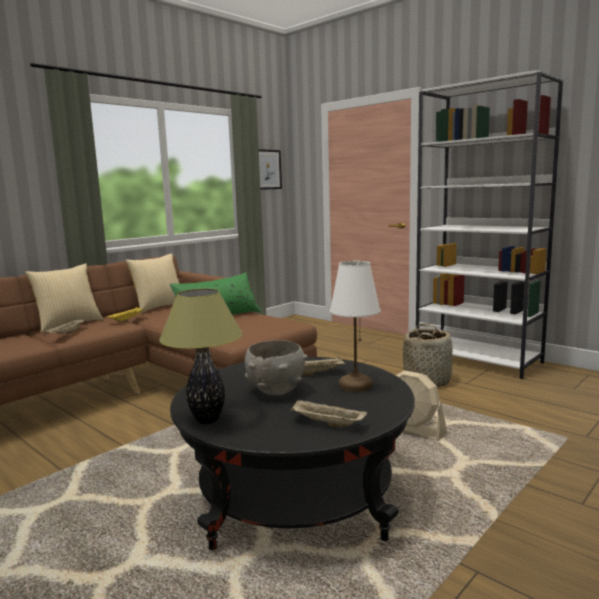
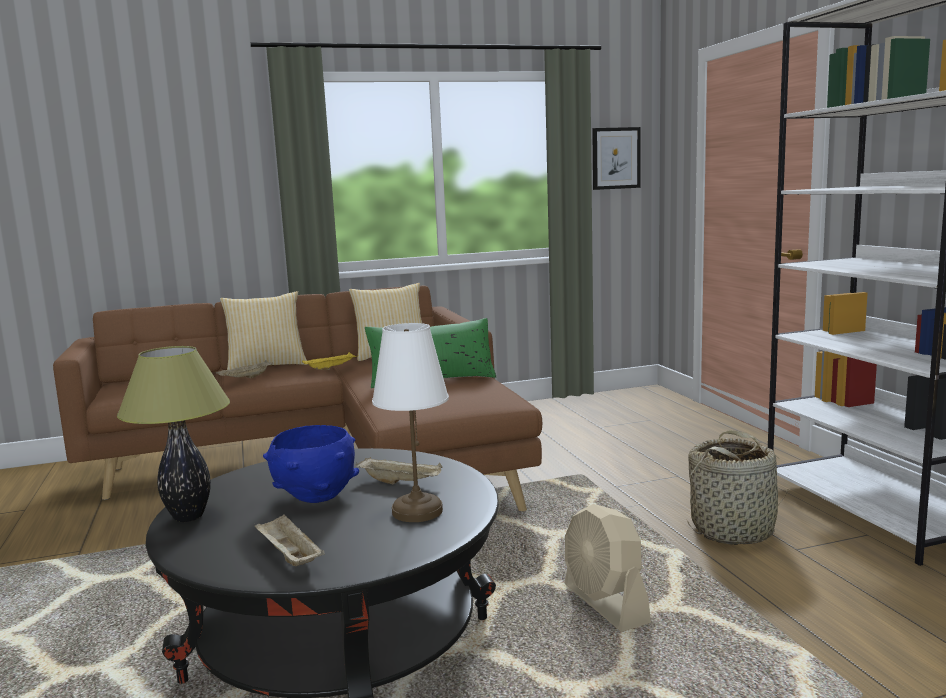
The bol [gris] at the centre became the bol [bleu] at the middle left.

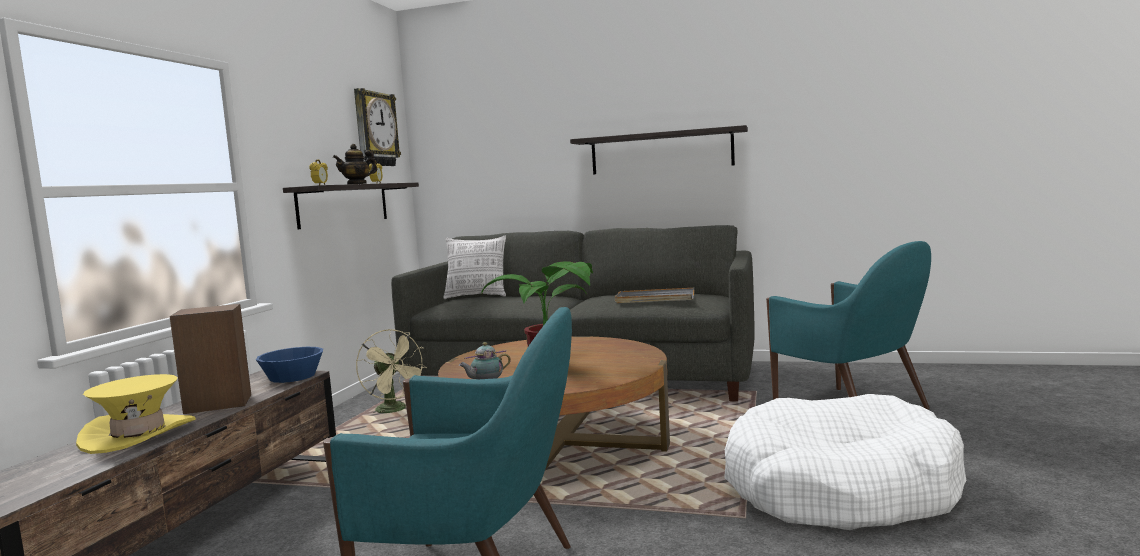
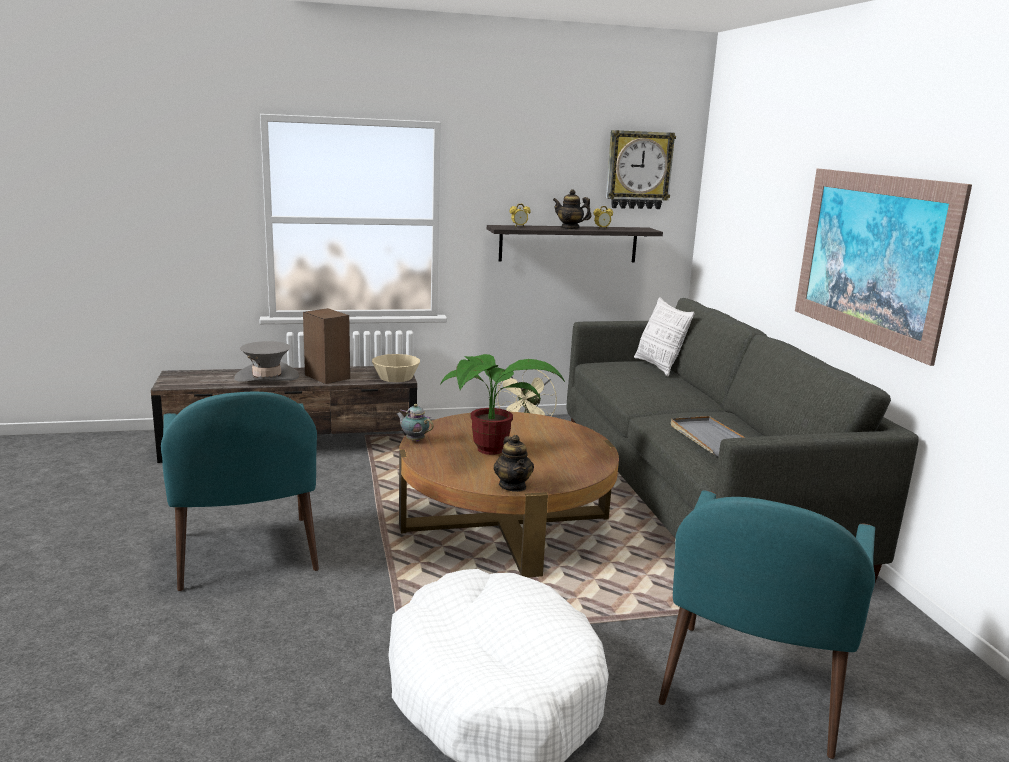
The chapeau [jaune] at the bottom left became the chapeau [gris] at the middle left.
The bol [bleu] at the middle left became the bol [beige] at the centre.
The théière (2nd from left) at the centre appeared.
The étagère (2nd from left) at the top centre was replaced by the tableau at the middle right.

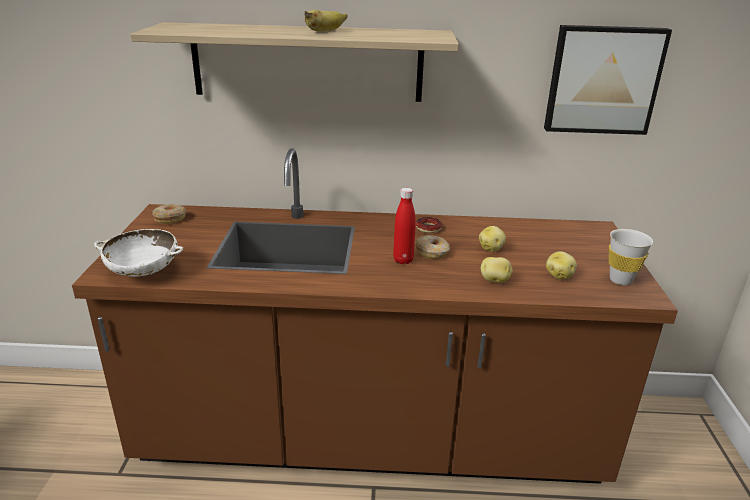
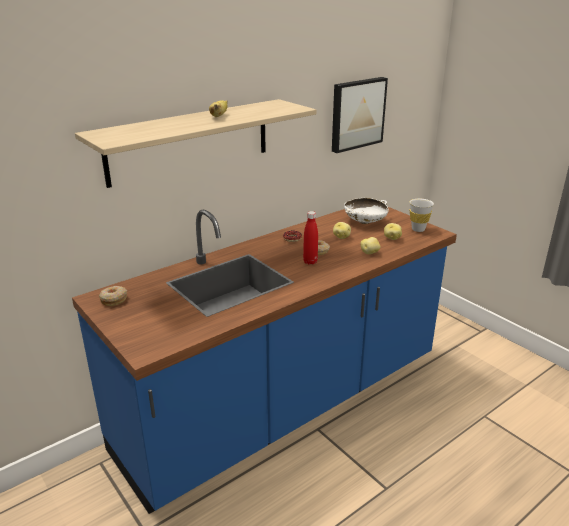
The comptoir de cuisine [marron] at the centre became the comptoir de cuisine [bleu] at the bottom centre.
The bol [blanc] moved from the middle left to the centre.

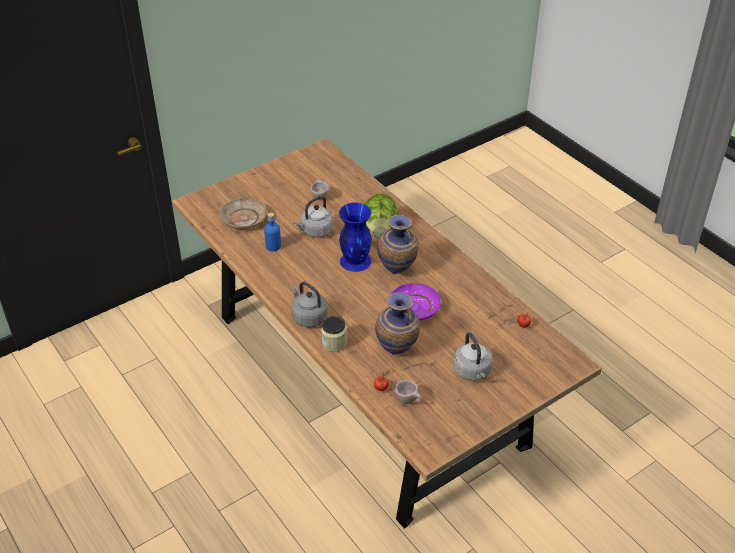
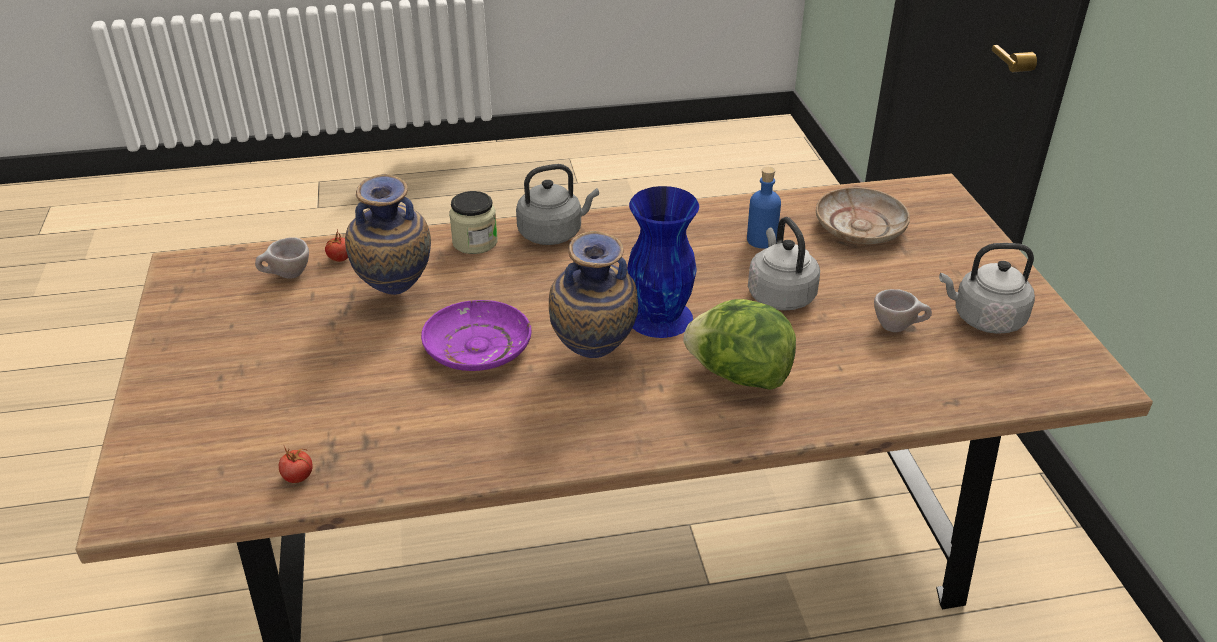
The bouilloire [gris] (3rd from left) moved from the centre to the middle right.

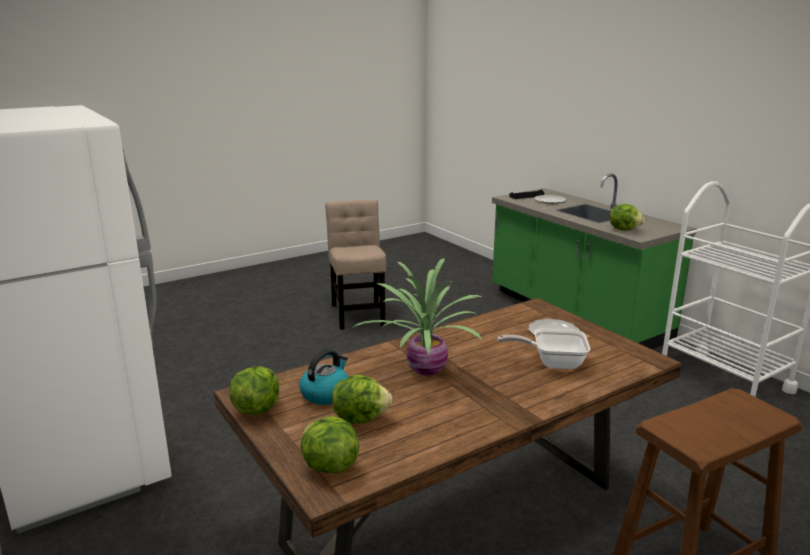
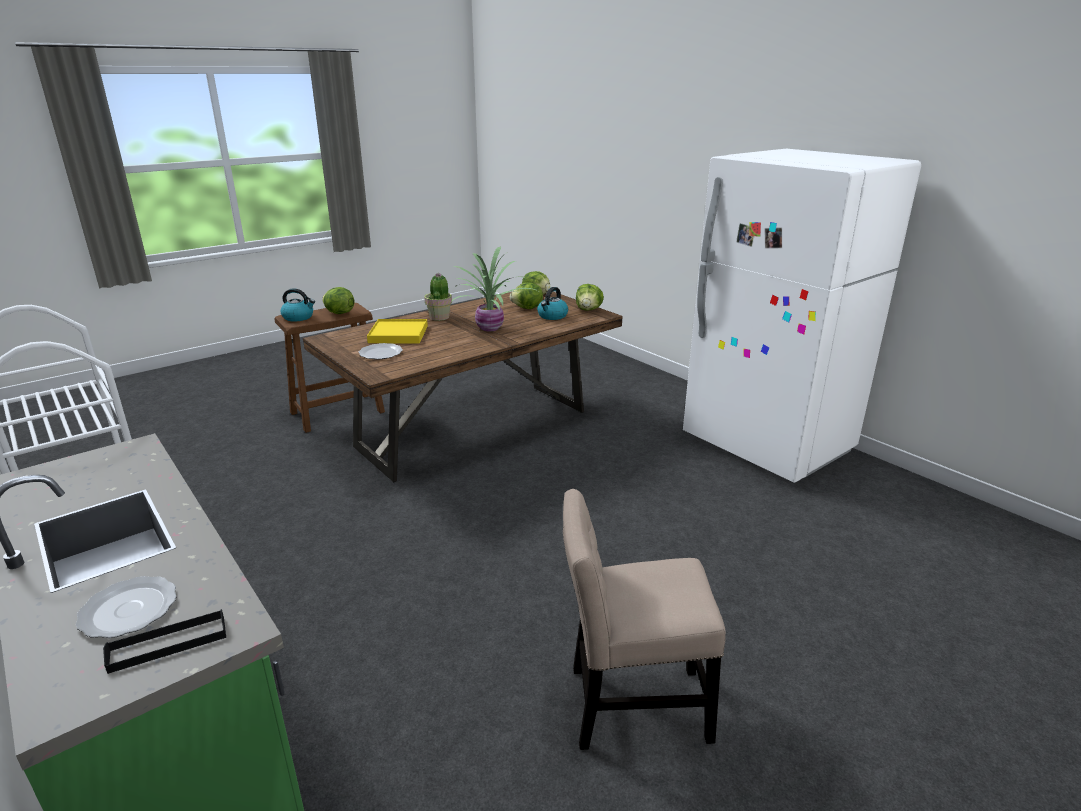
The bouilloire (1st from left) at the middle left appeared.
The laitue (4th from left in the first image) moved from the middle right to the middle left.
The poêle at the middle right was replaced by the plateau [jaune] at the centre.
The plante en pot (1st from left) at the centre appeared.
The chaise [beige] at the centre turned 105 degrees clockwise.

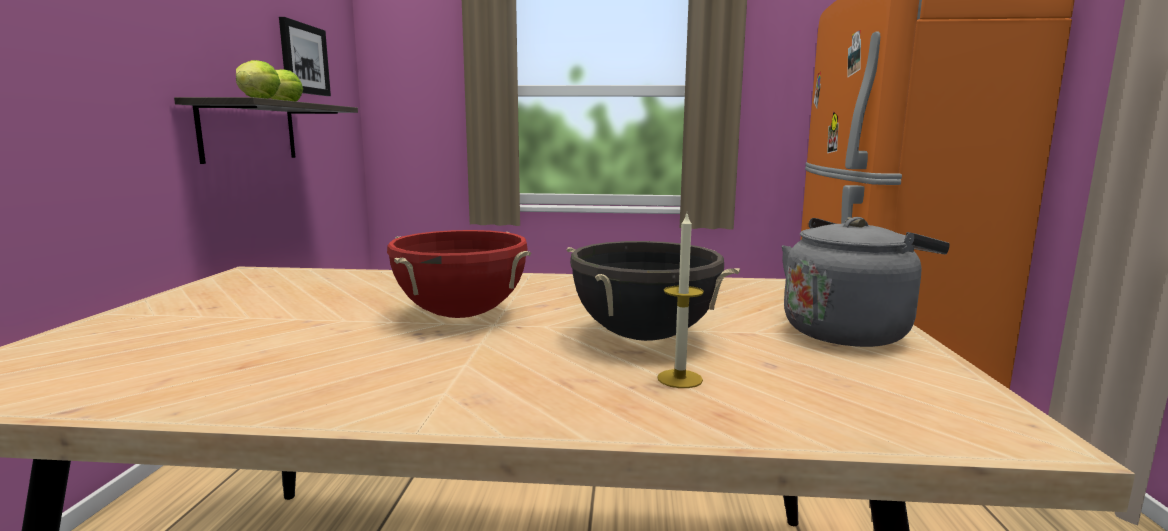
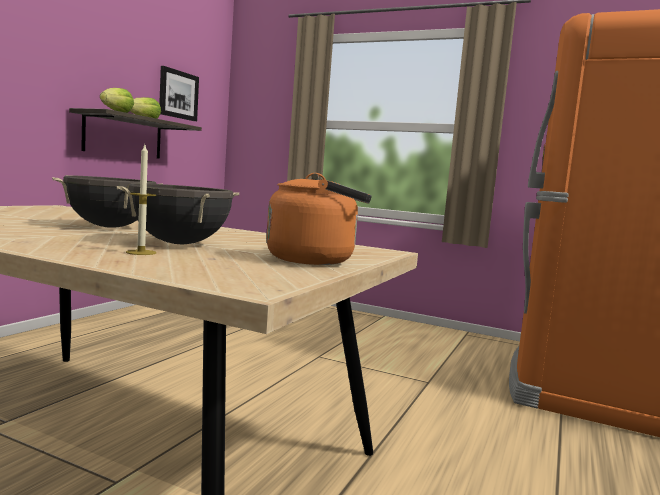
The marmite [rouge] at the centre became the marmite [noir] (1st from left) at the middle left.
The bouilloire [gris] at the middle right became the bouilloire [orange] at the centre.

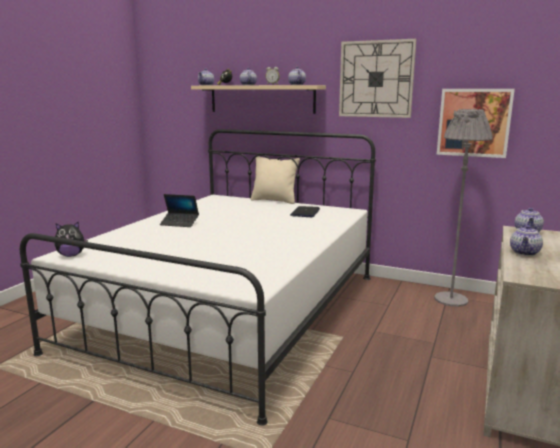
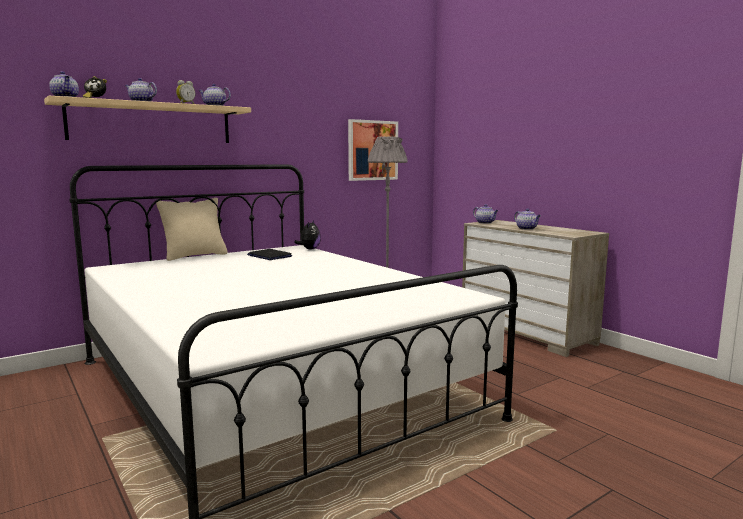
The peluche moved from the middle left to the centre.
The ordinateur portable (1st from left) at the middle left disappeared.
The horloge murale at the top right disappeared.

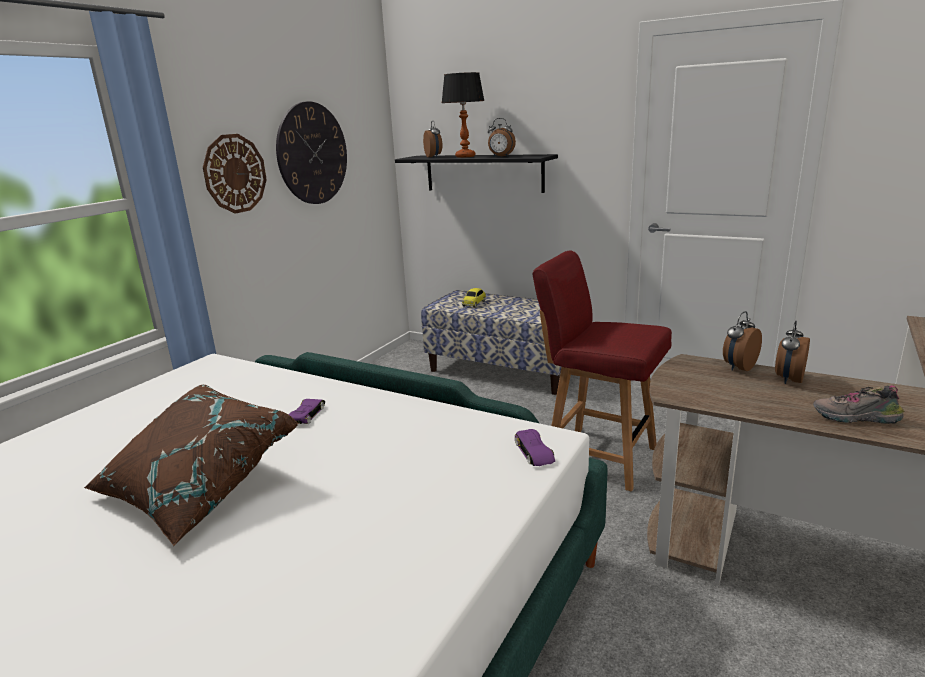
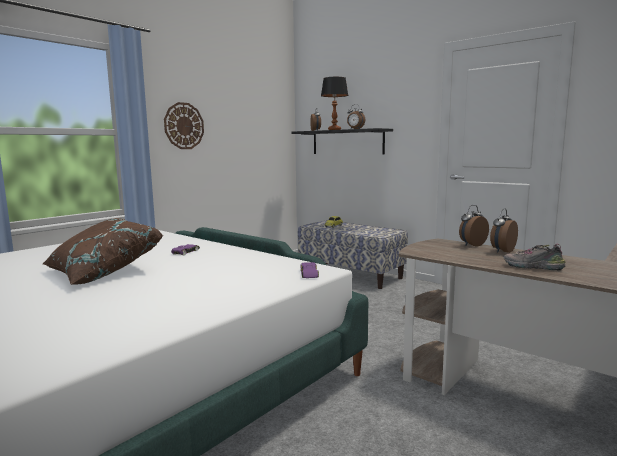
The horloge murale (2nd from left) at the top centre disappeared.
The chaise [rouge] at the centre disappeared.

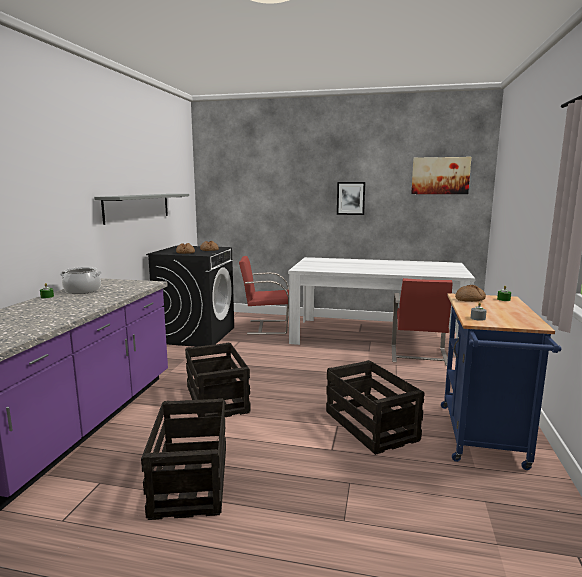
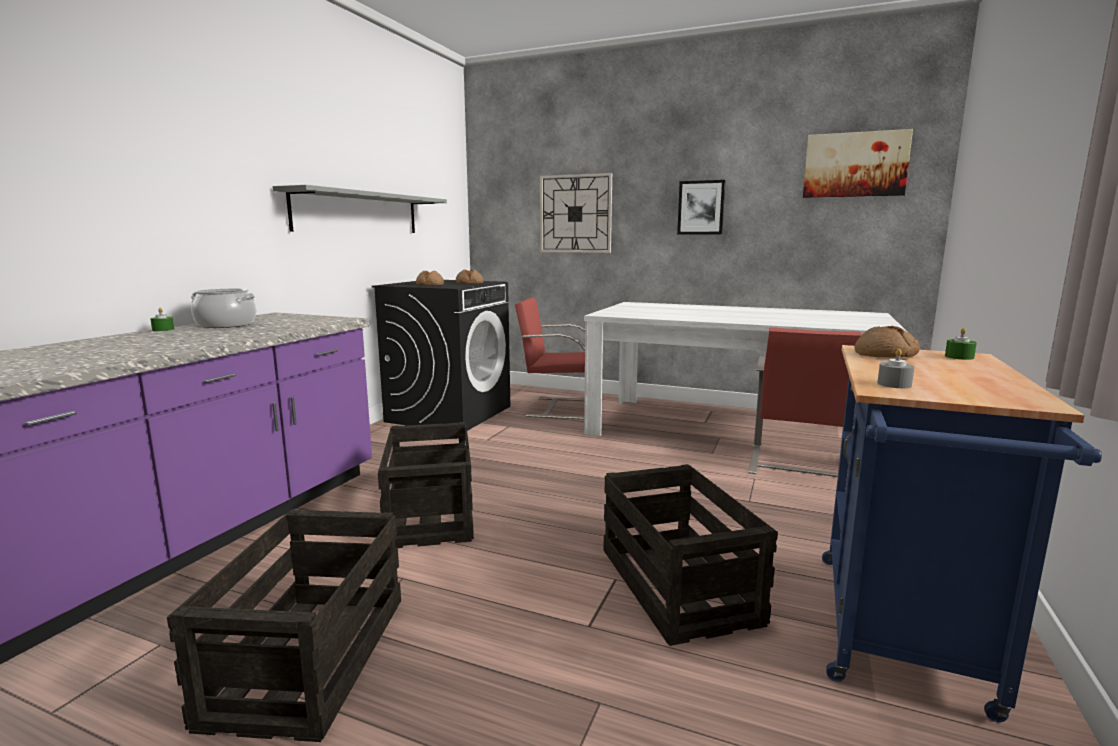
The horloge murale at the top centre appeared.

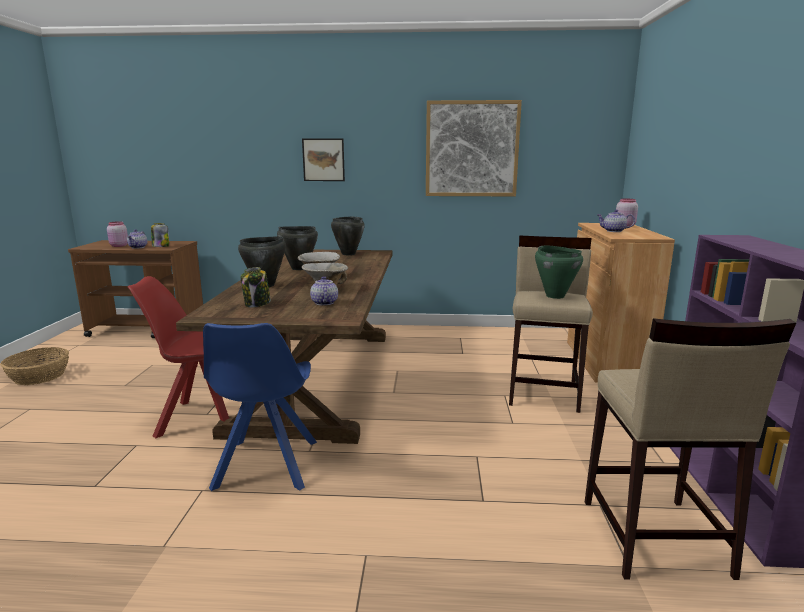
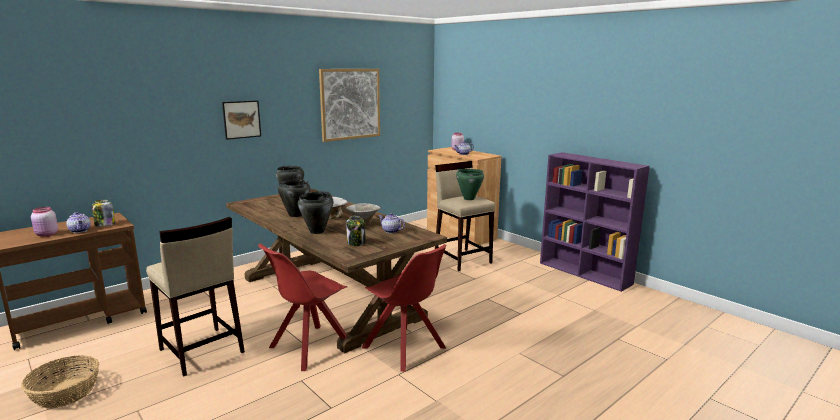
The tabouret [beige] (2nd from left in the first image) moved from the bottom right to the bottom left.
The chaise [bleu] at the middle left became the chaise [rouge] (2nd from left) at the bottom centre.

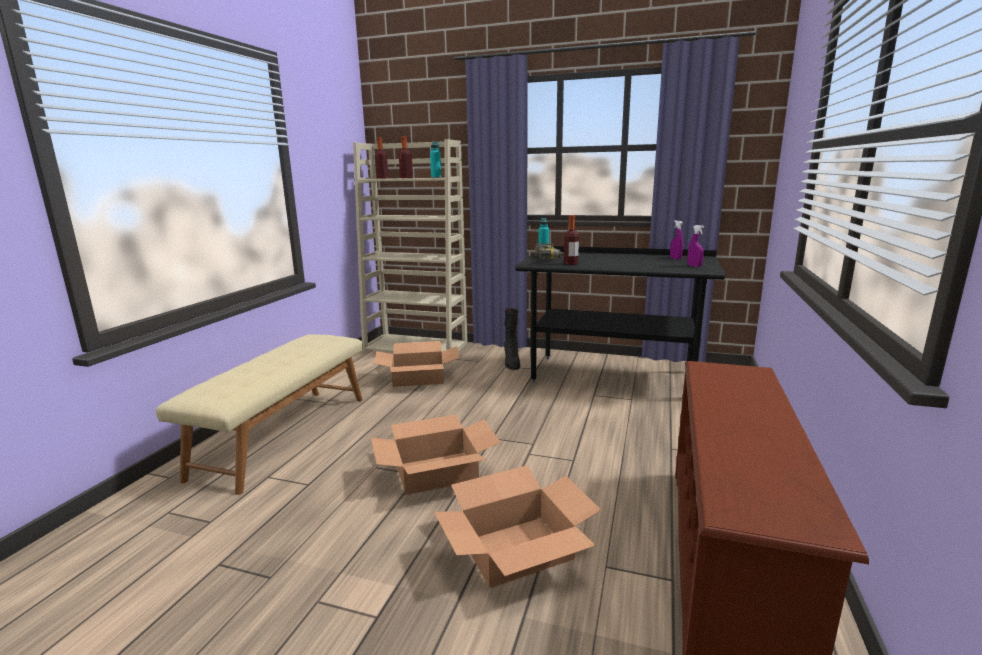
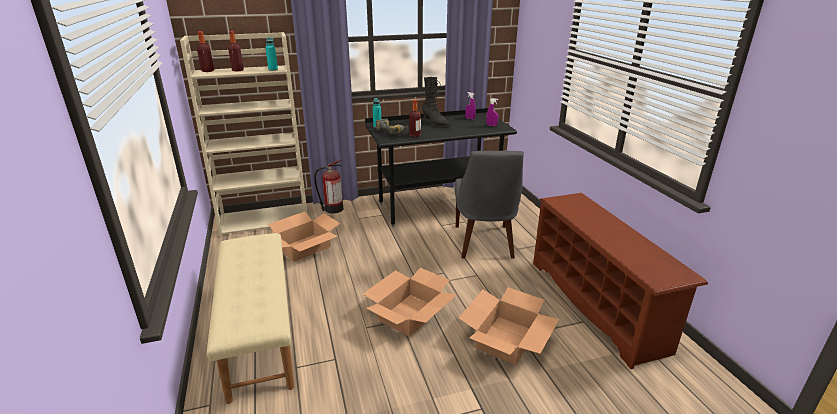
The extincteur at the centre appeared.
The botte [noir] moved from the centre to the top centre.
The chaise [gris] at the centre appeared.

